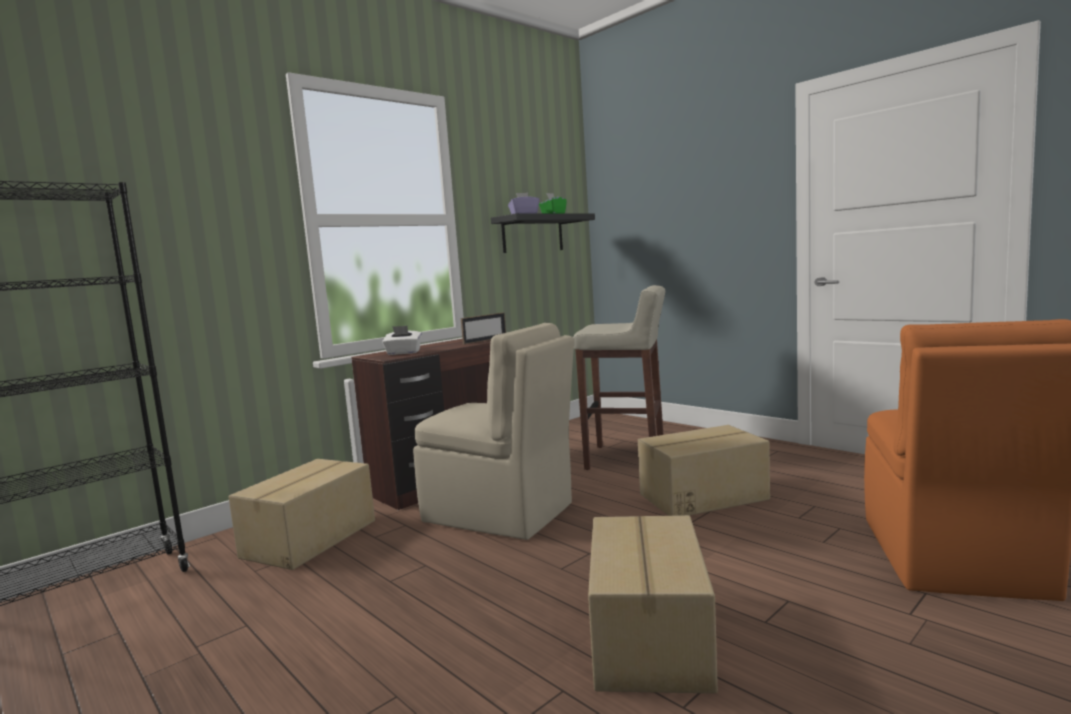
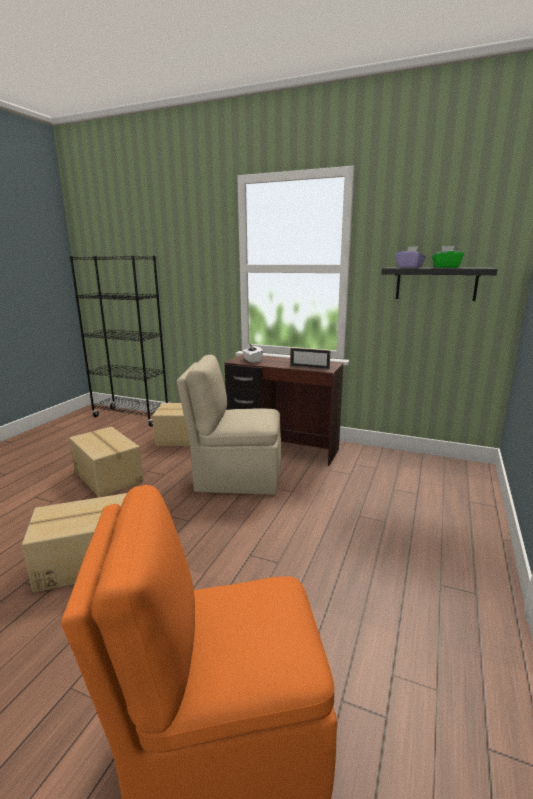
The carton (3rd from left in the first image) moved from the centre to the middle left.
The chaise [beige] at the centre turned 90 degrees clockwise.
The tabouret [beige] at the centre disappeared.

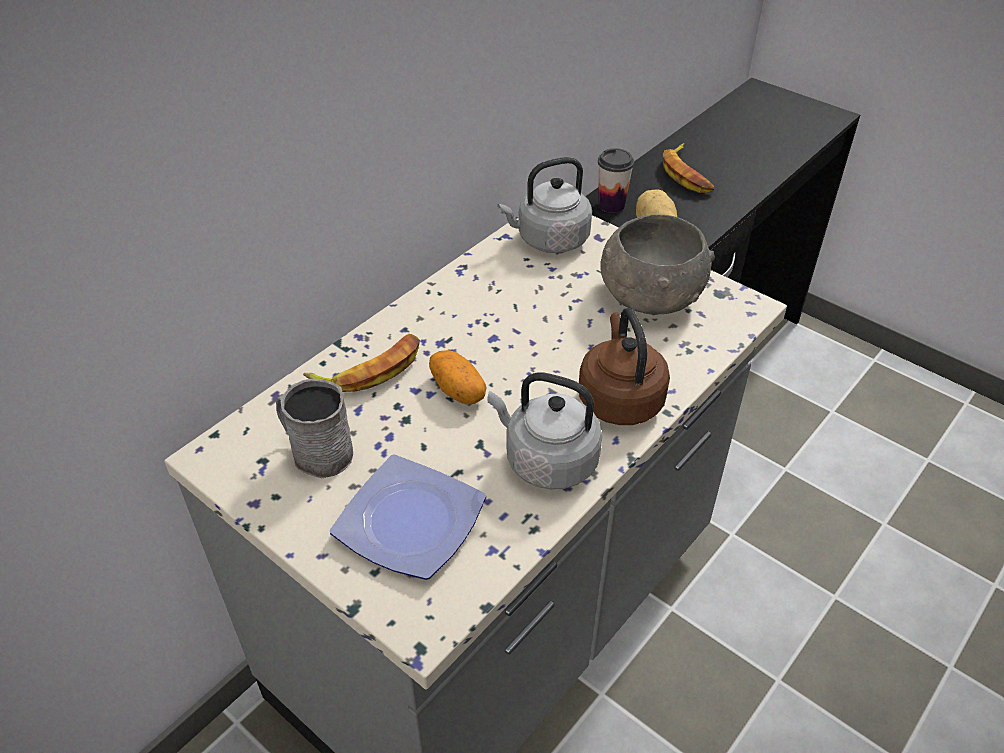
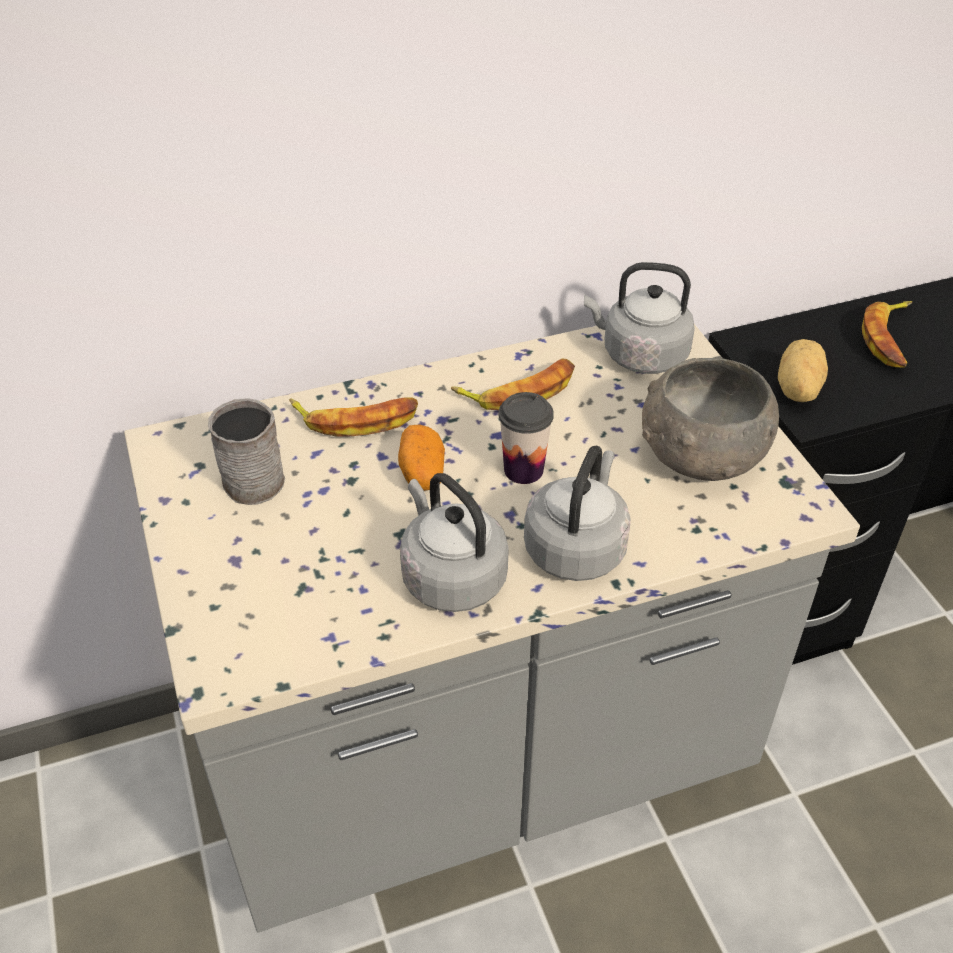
The banane (2nd from left) at the centre appeared.
The tasse moved from the top centre to the centre.
The bouilloire [marron] at the centre became the bouilloire [gris] (2nd from left) at the centre.
The assiette at the bottom centre disappeared.

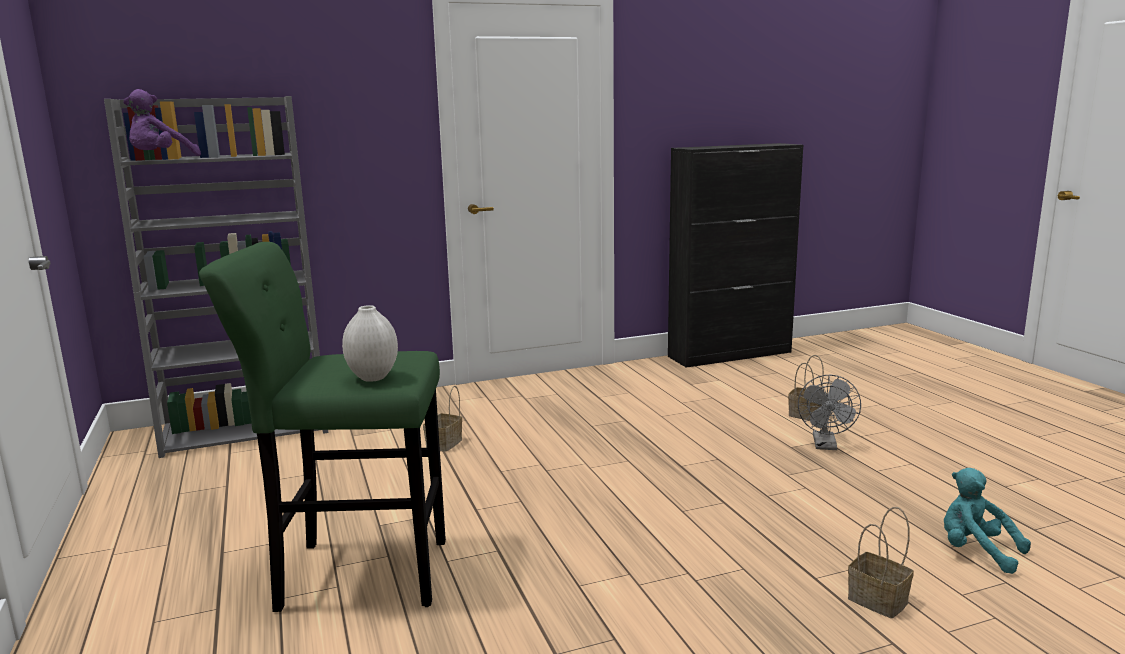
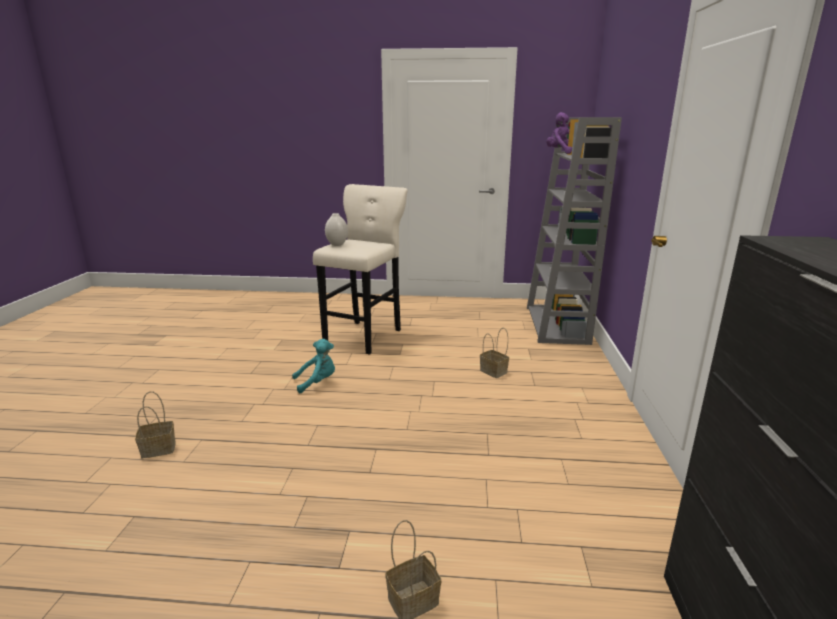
The peluche [turquoise] moved from the bottom right to the centre.
The tabouret [vert] at the middle left became the tabouret [beige] at the centre.
The ventilateur [gris] at the middle right disappeared.

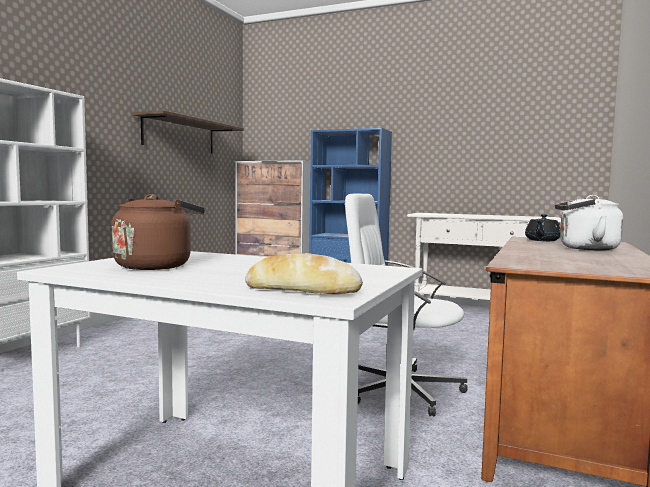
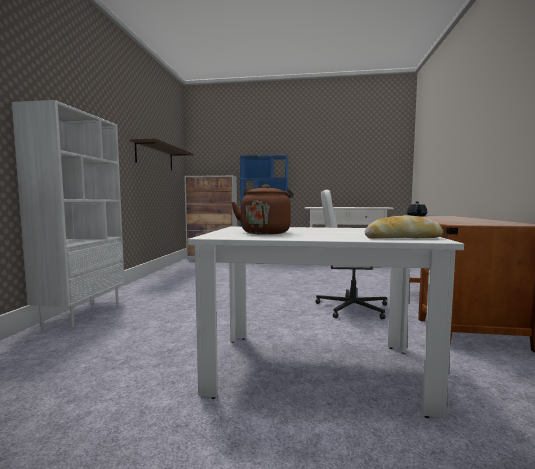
The bouilloire [blanc] at the middle right disappeared.

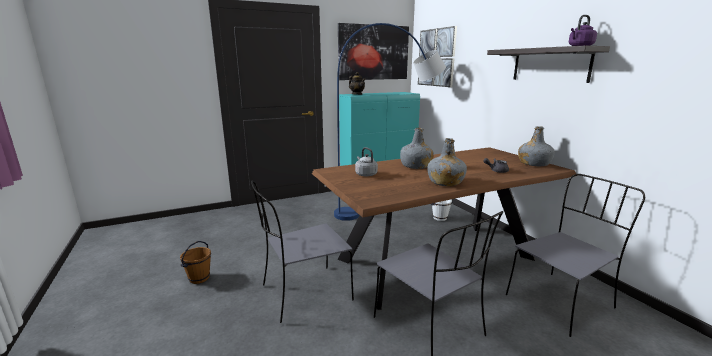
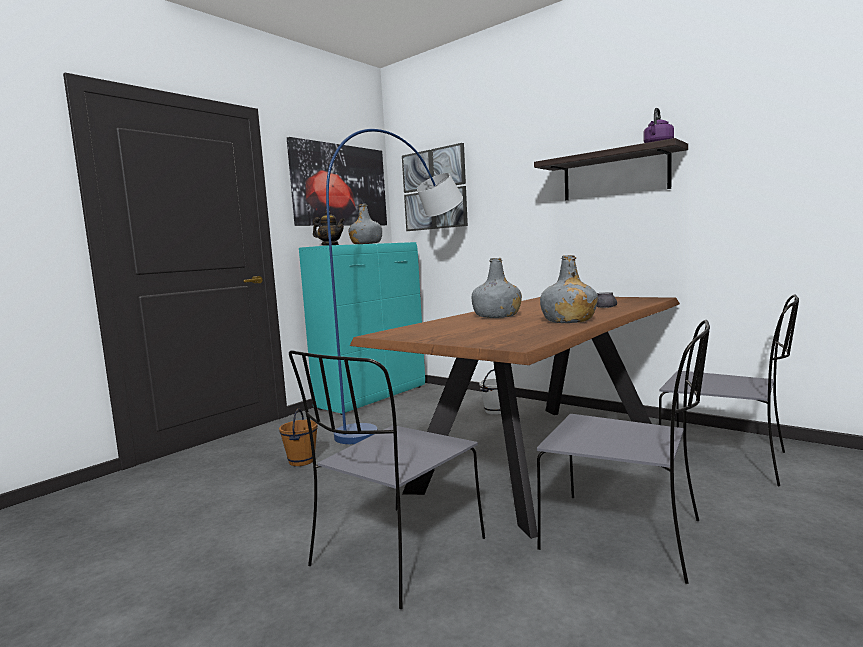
The seau [marron] moved from the bottom left to the bottom centre.
The bouteille [gris] (3rd from left in the first image) moved from the middle right to the centre.
The chaise [gris] (3rd from left) at the bottom right turned 90 degrees clockwise.
The bouilloire [gris] at the centre disappeared.

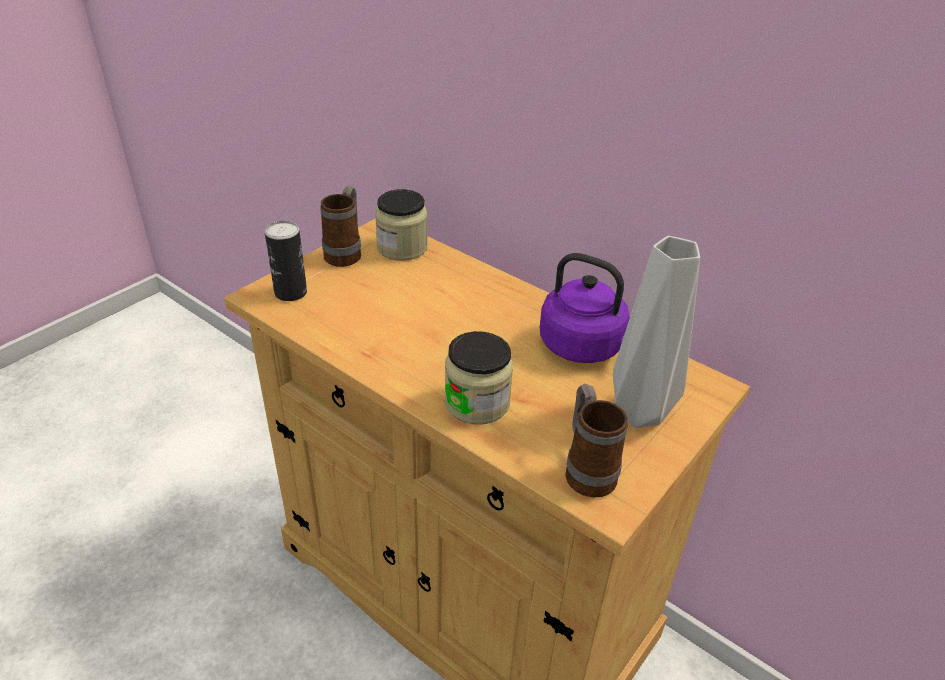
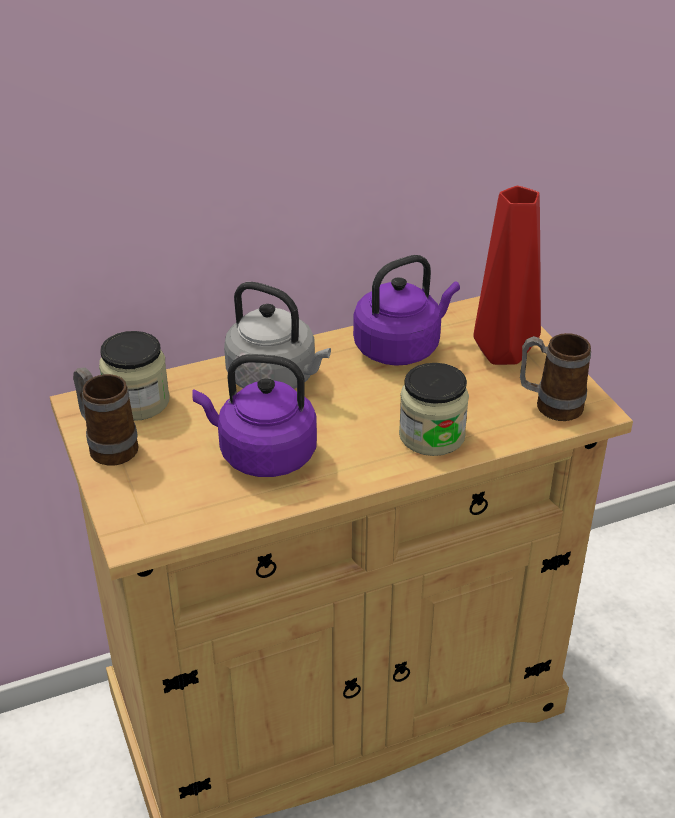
The bouilloire [violet] (1st from left) at the centre appeared.
The bouilloire [gris] at the centre appeared.
The vase [gris] at the middle right became the vase [rouge] at the middle right.
The boîte métallique at the middle left disappeared.

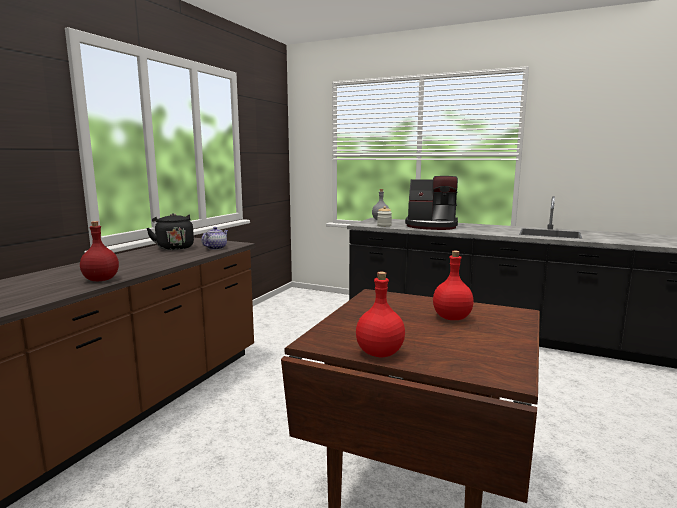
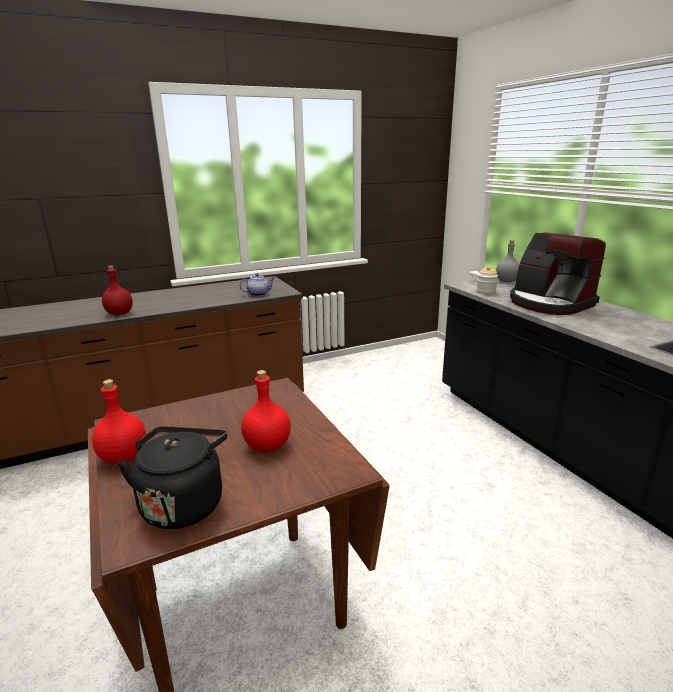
The bouilloire [noir] moved from the middle left to the bottom left.

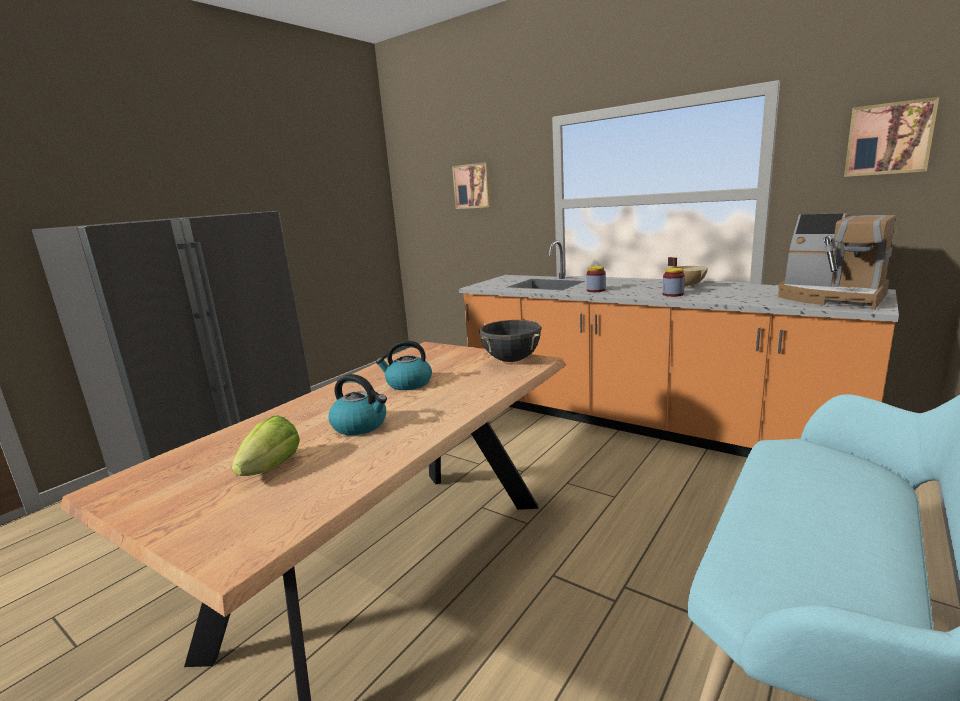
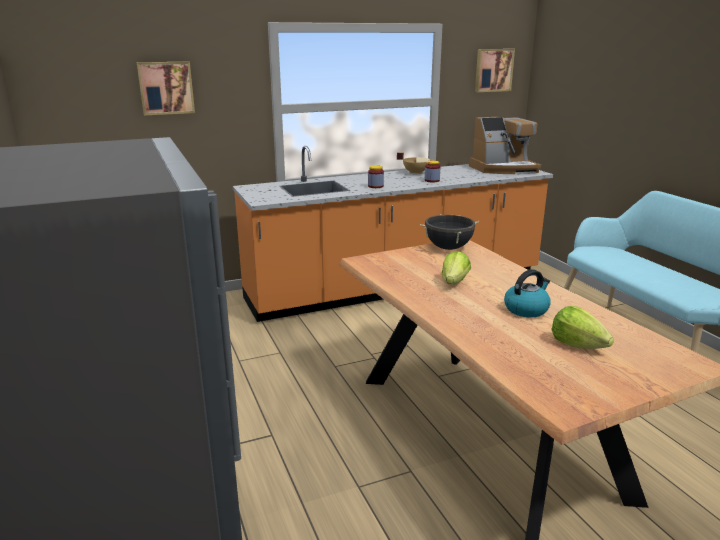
The bouilloire (2nd from left) at the centre was replaced by the laitue (1st from left) at the centre.

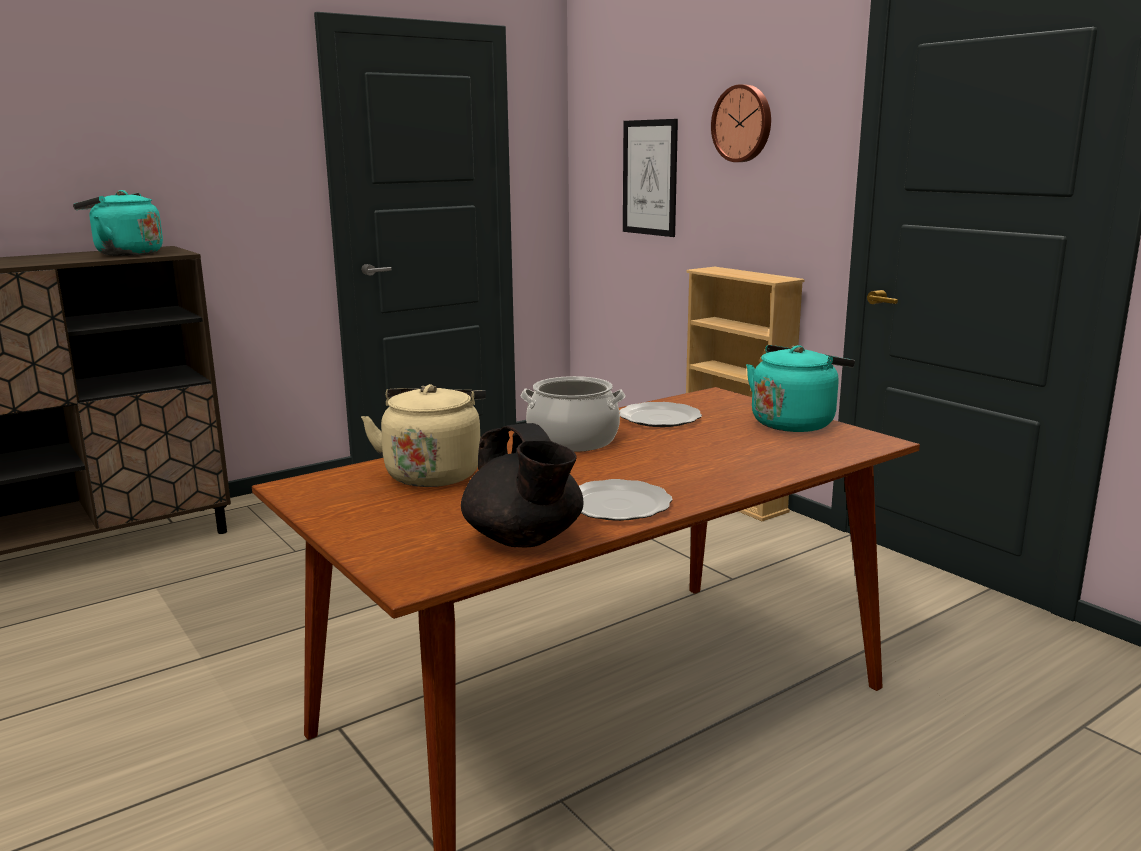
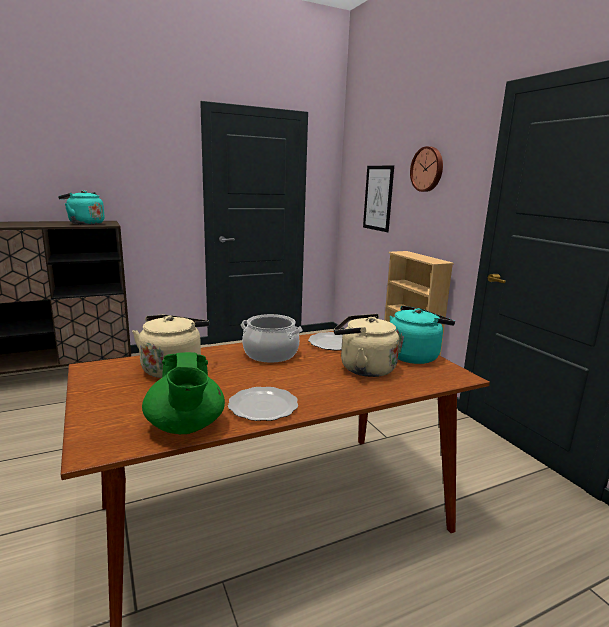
The théière [noir] at the centre became the théière [vert] at the middle left.
The bouilloire [beige] (2nd from left) at the centre appeared.

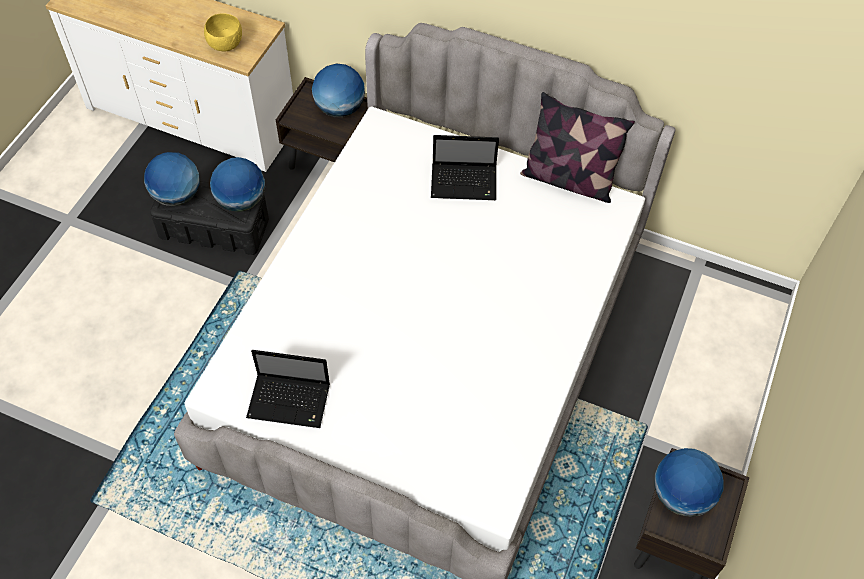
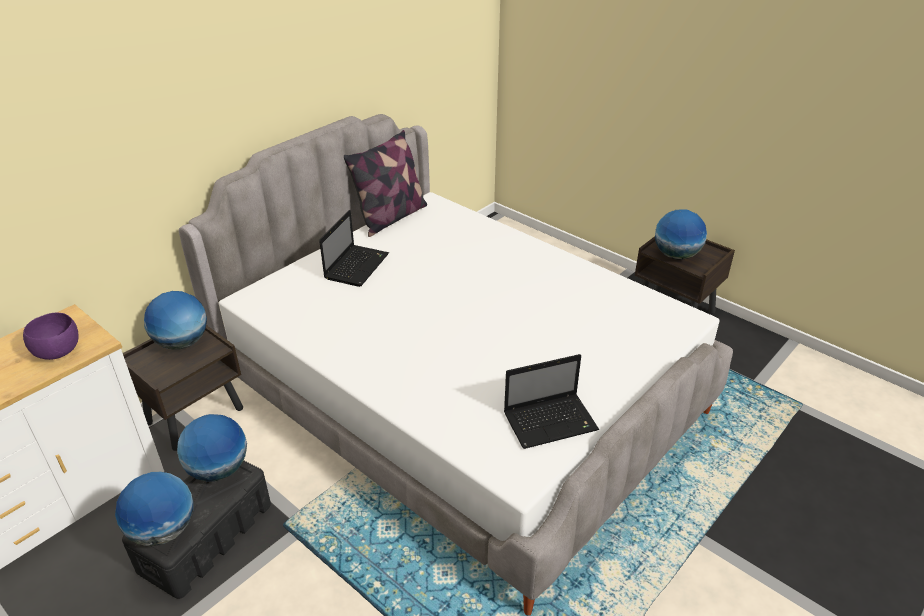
The bol [jaune] at the top left became the bol [violet] at the middle left.
The ordinateur portable (1st from left in the first image) at the bottom centre turned 45 degrees clockwise.

